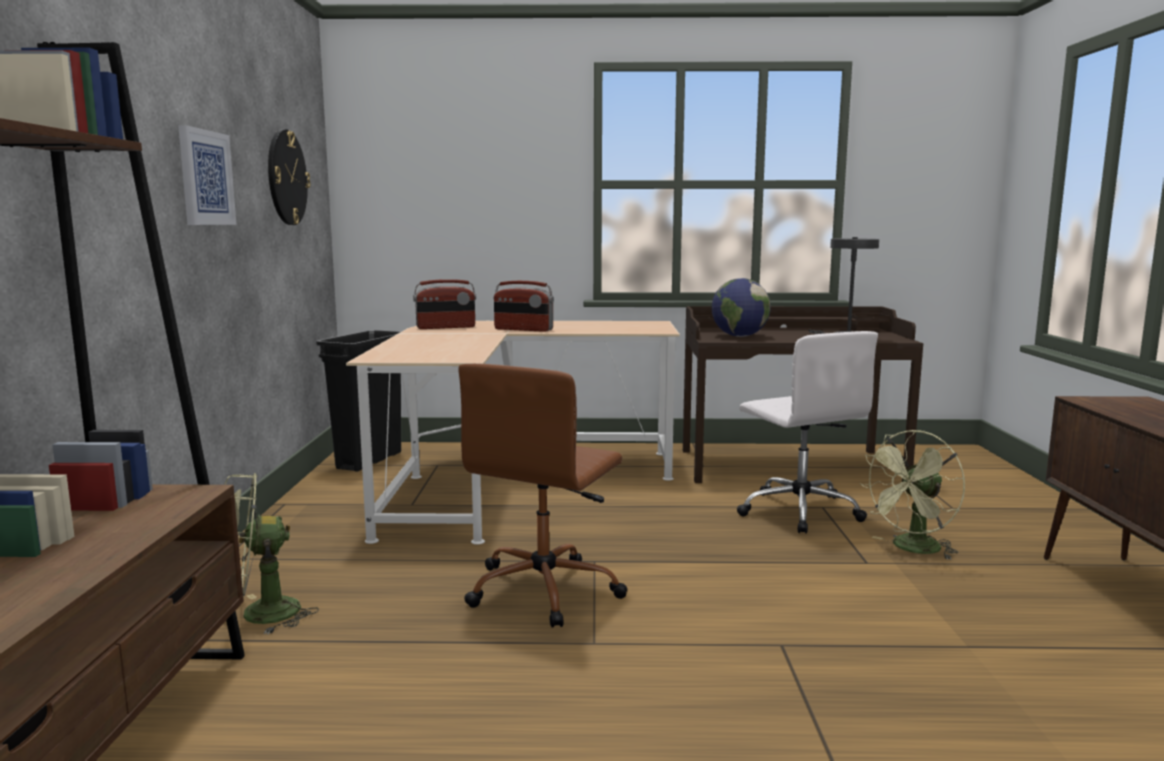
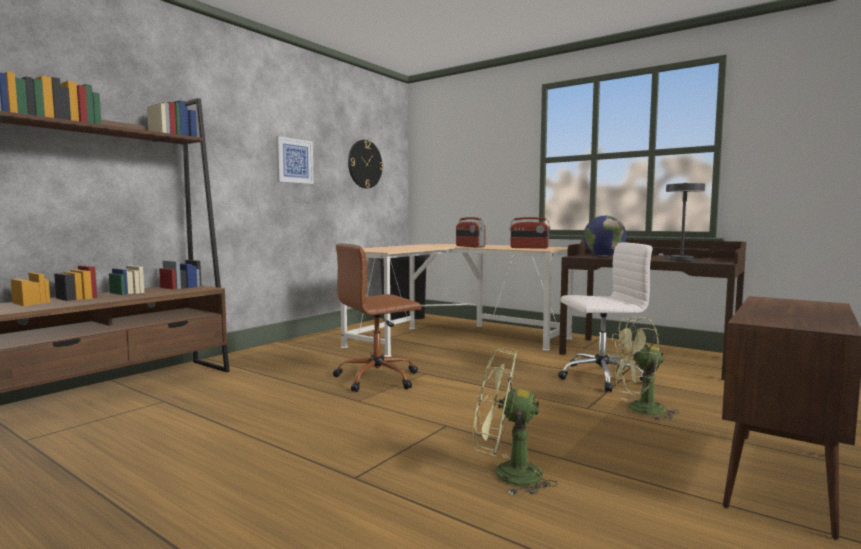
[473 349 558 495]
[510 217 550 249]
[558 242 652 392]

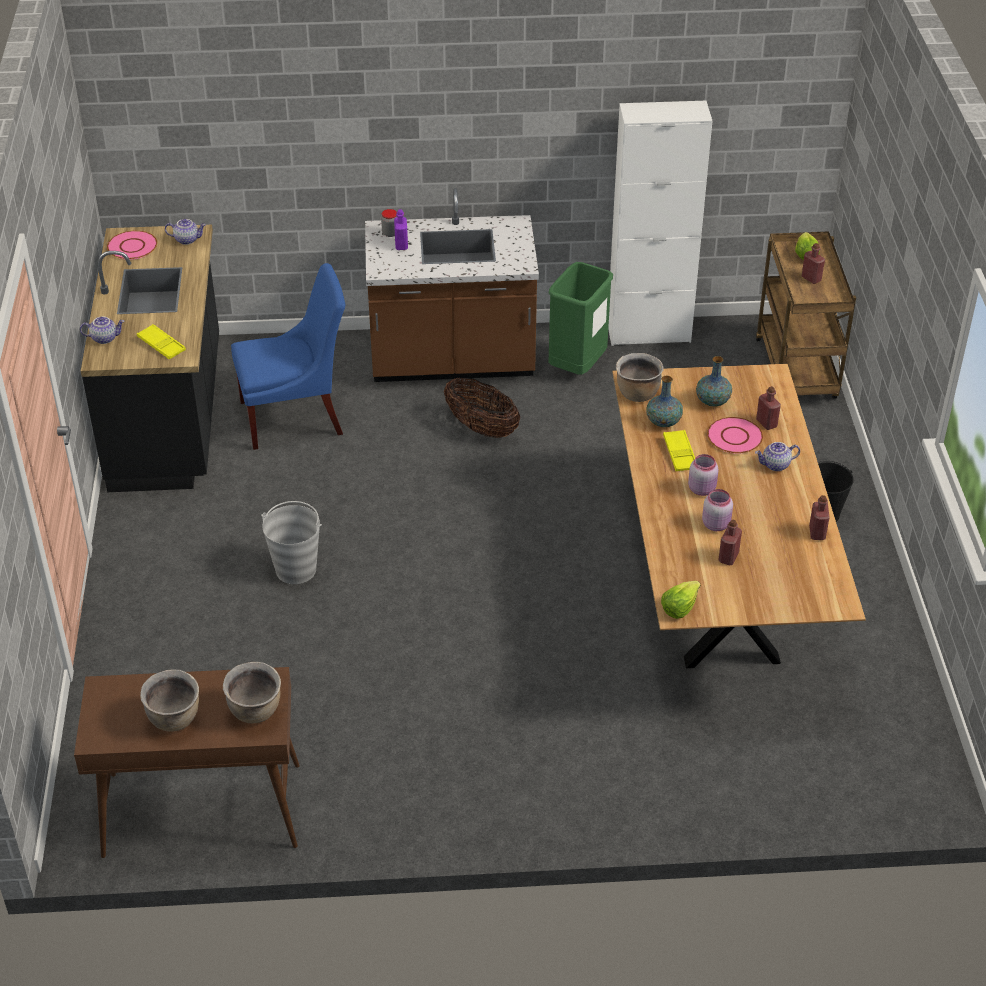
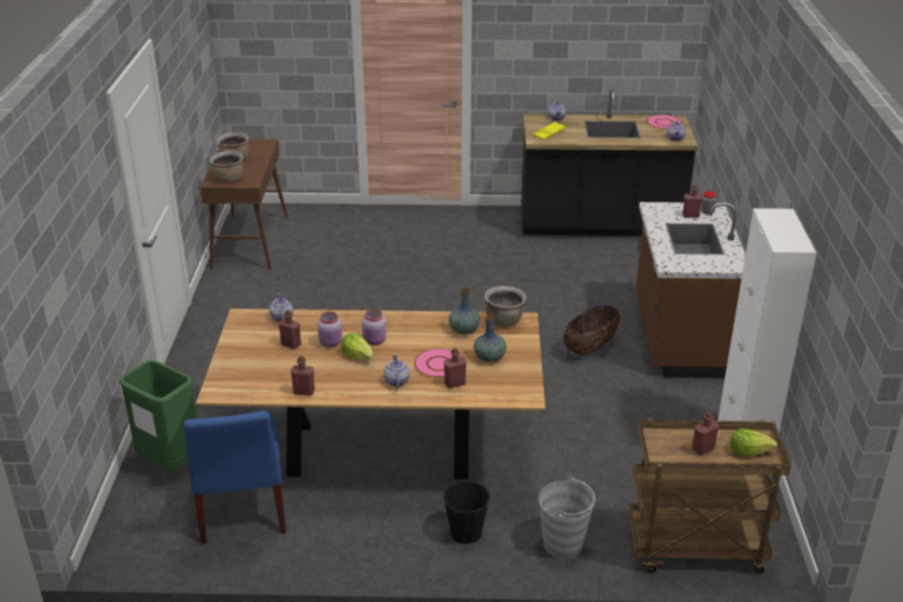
[119 360 197 471]
[183 411 286 544]
[269 293 293 322]
[341 333 374 360]
[539 475 595 558]
[682 184 703 218]
[663 430 695 471] (first image)

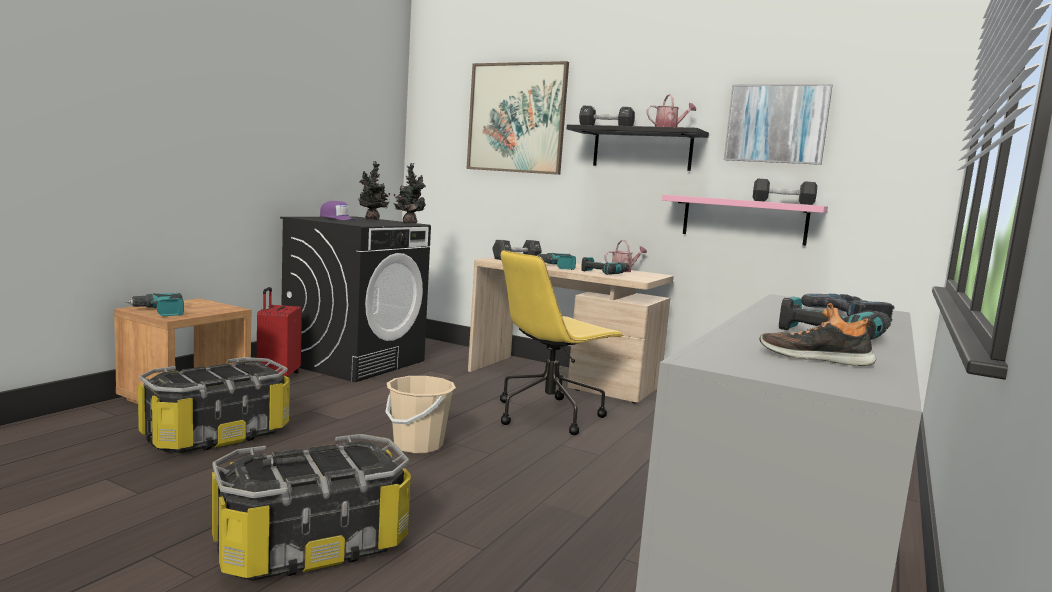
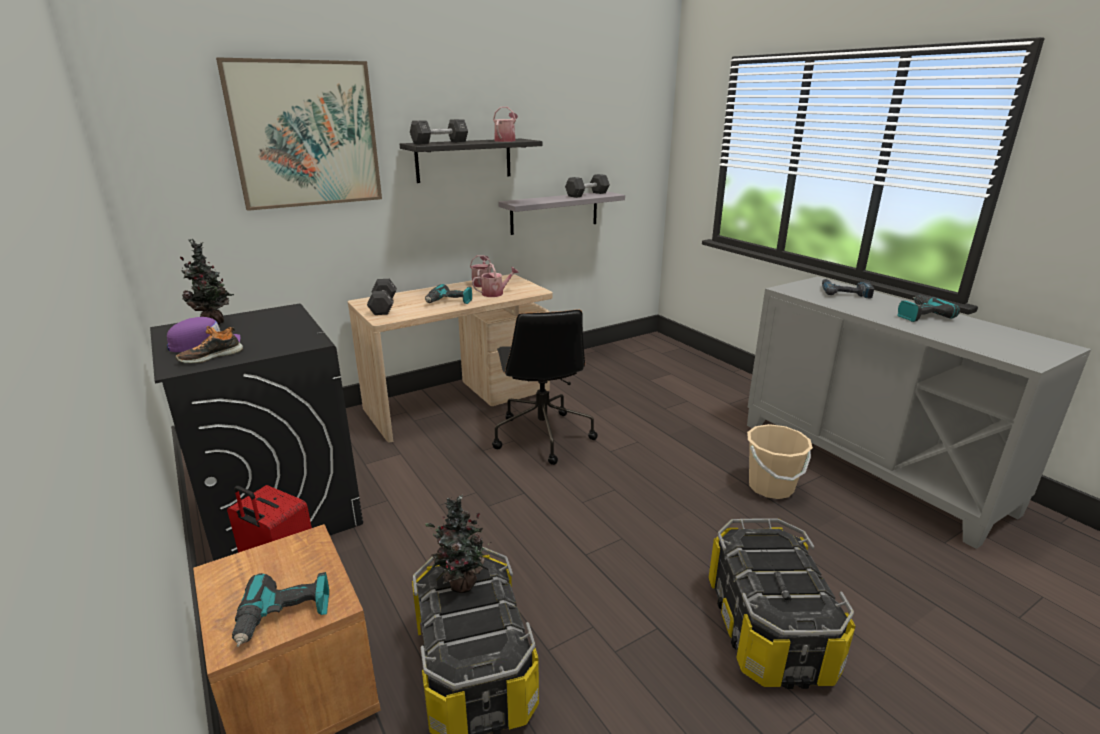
[176 326 243 363]
[425 494 491 593]
[472 263 519 297]
[492 309 598 465]
[498 191 625 235]
[747 424 813 499]
[724 84 833 165] (first image)

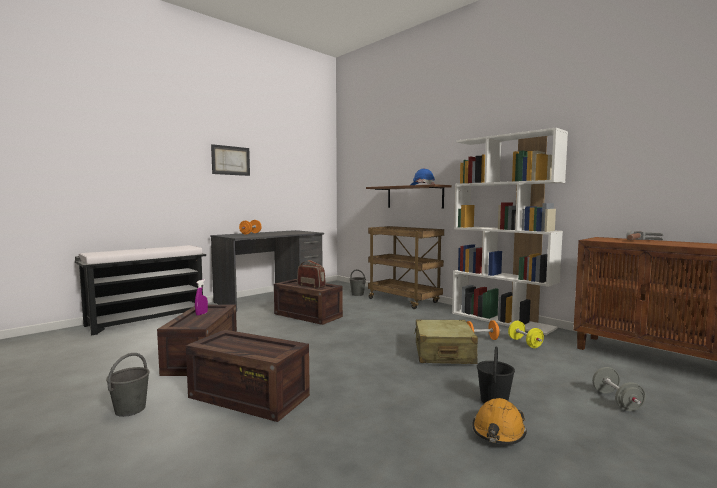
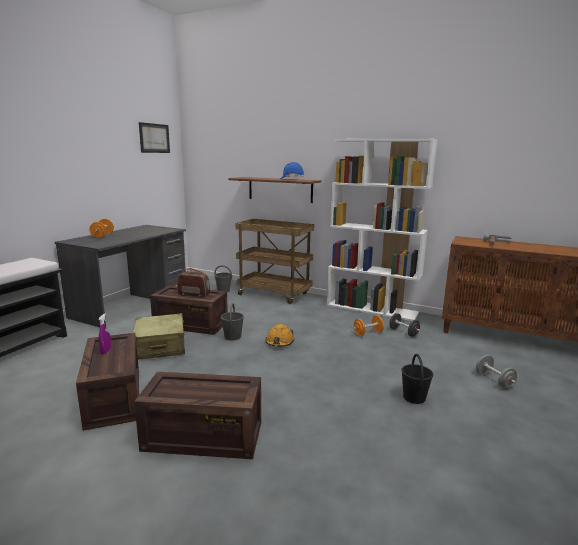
[132 313 185 360]
[139 122 170 153]
[221 303 244 340]
[266 324 294 347]
[389 313 420 337]

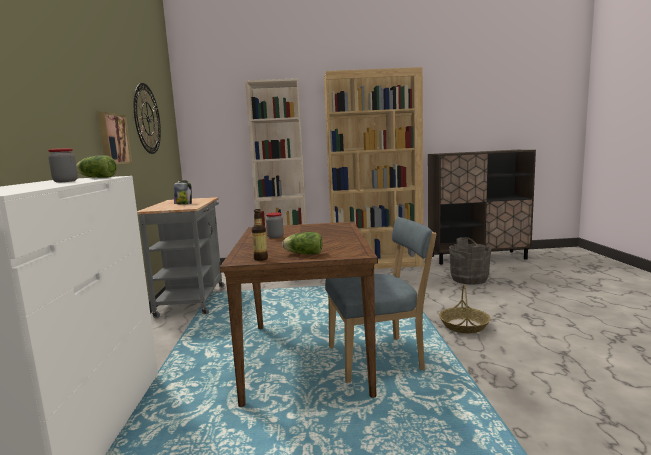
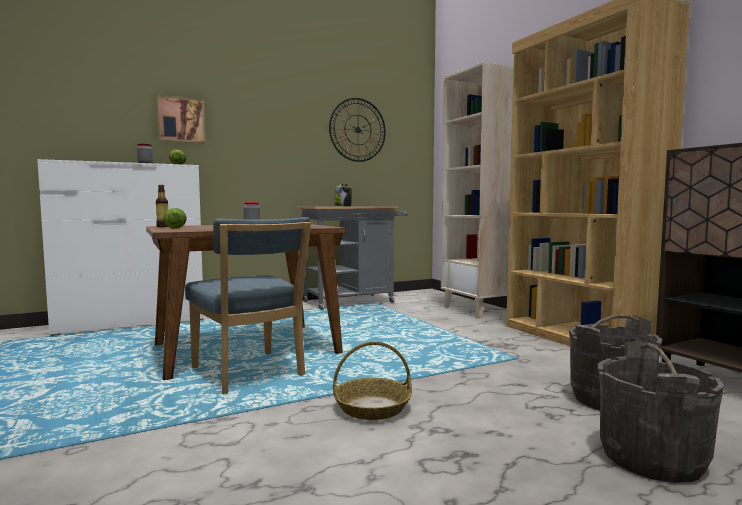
[157 95 206 143]
[597 341 724 483]

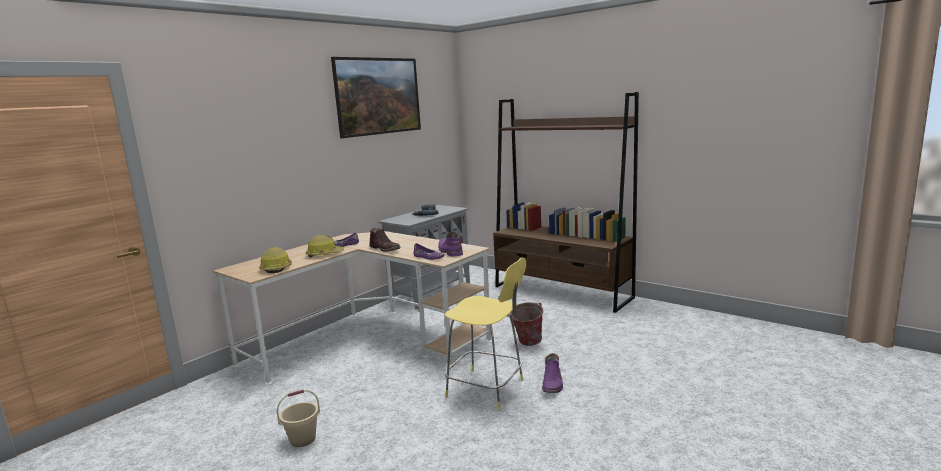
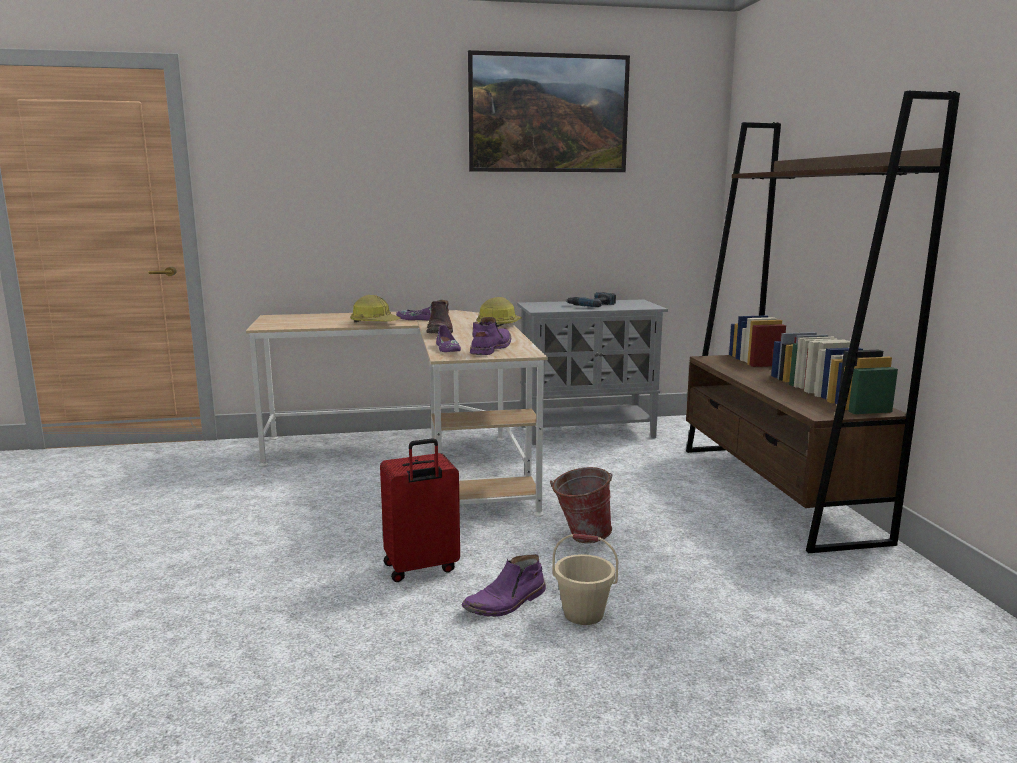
[380 438 460 582]
[477 297 522 327]
[552 534 618 625]

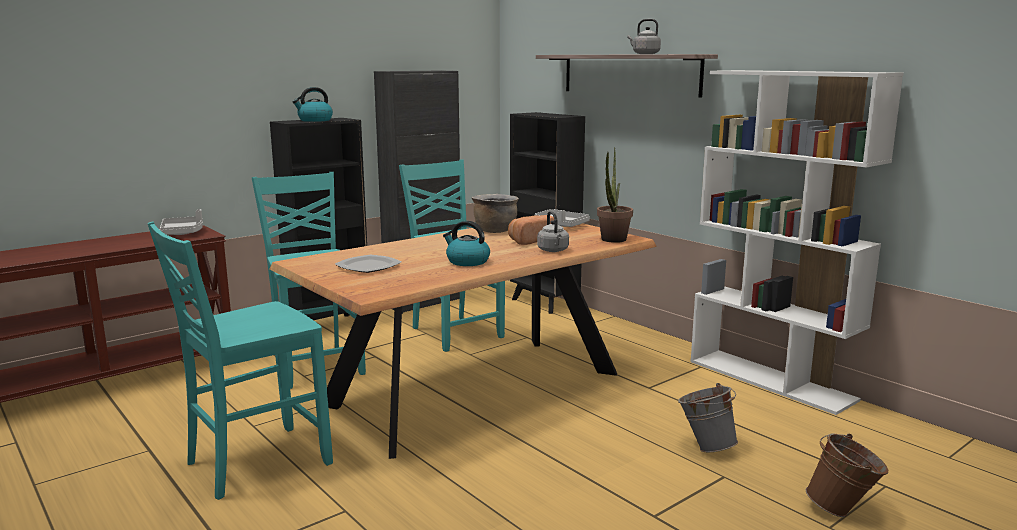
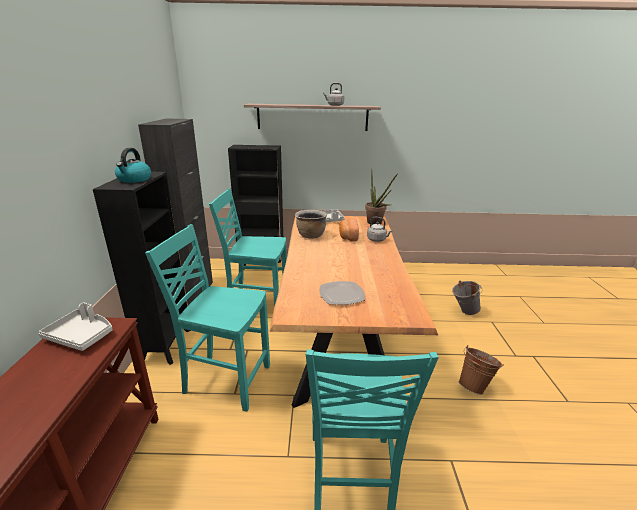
[459 345 504 395]
[443 221 490 266] (first image)
[690 70 903 415] (first image)

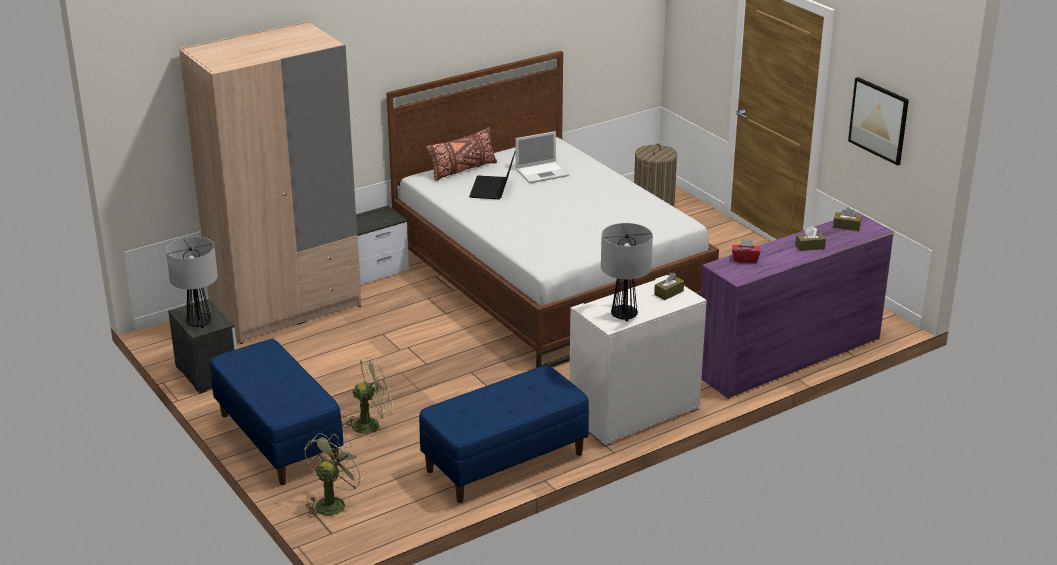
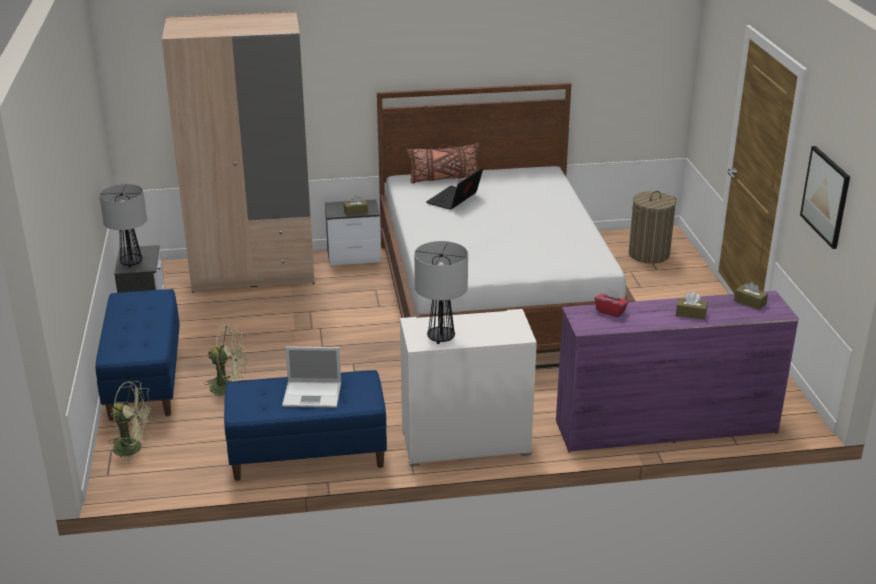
[108 381 155 464]
[282 346 341 408]
[344 195 368 215]

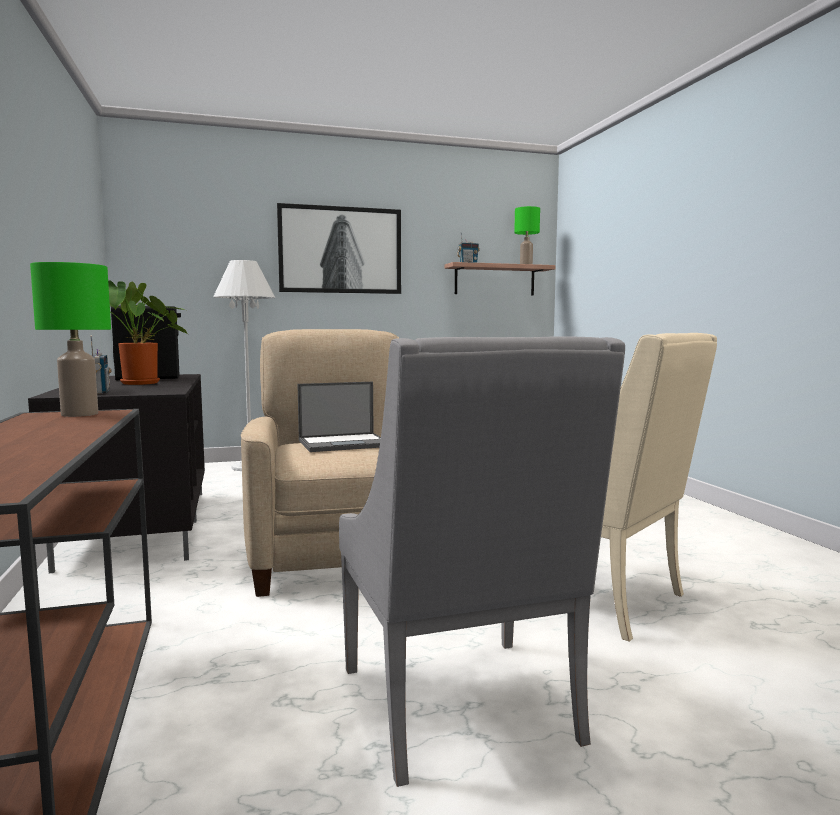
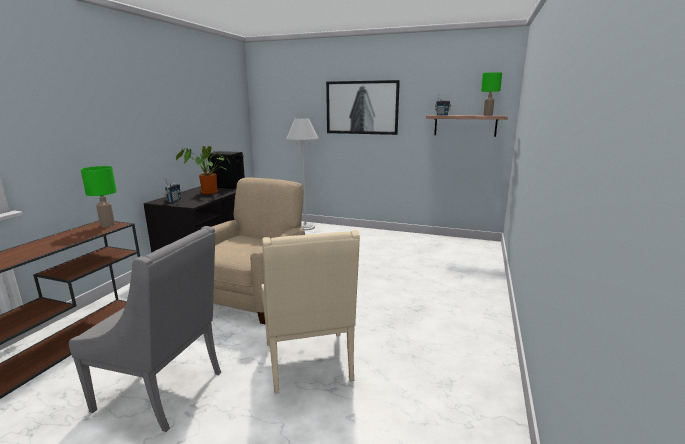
[69 226 221 432]
[297 382 381 452] (first image)

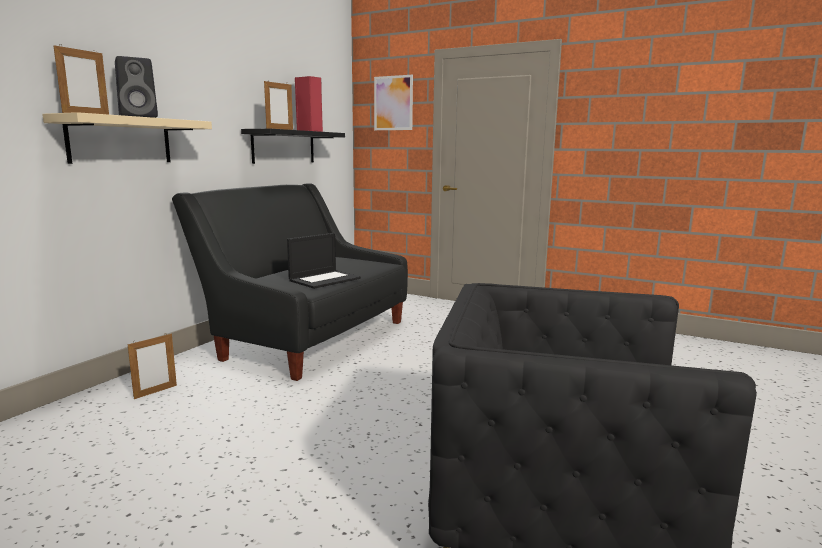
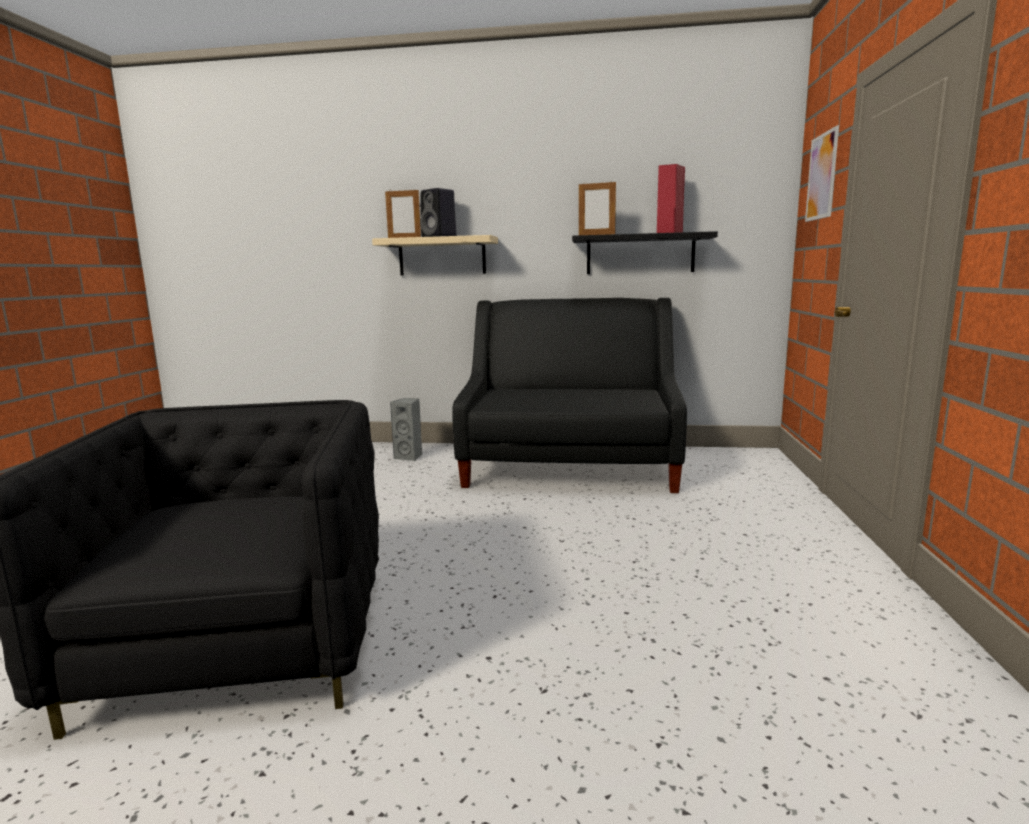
[390 398 422 461]
[287 233 361 289] (first image)

